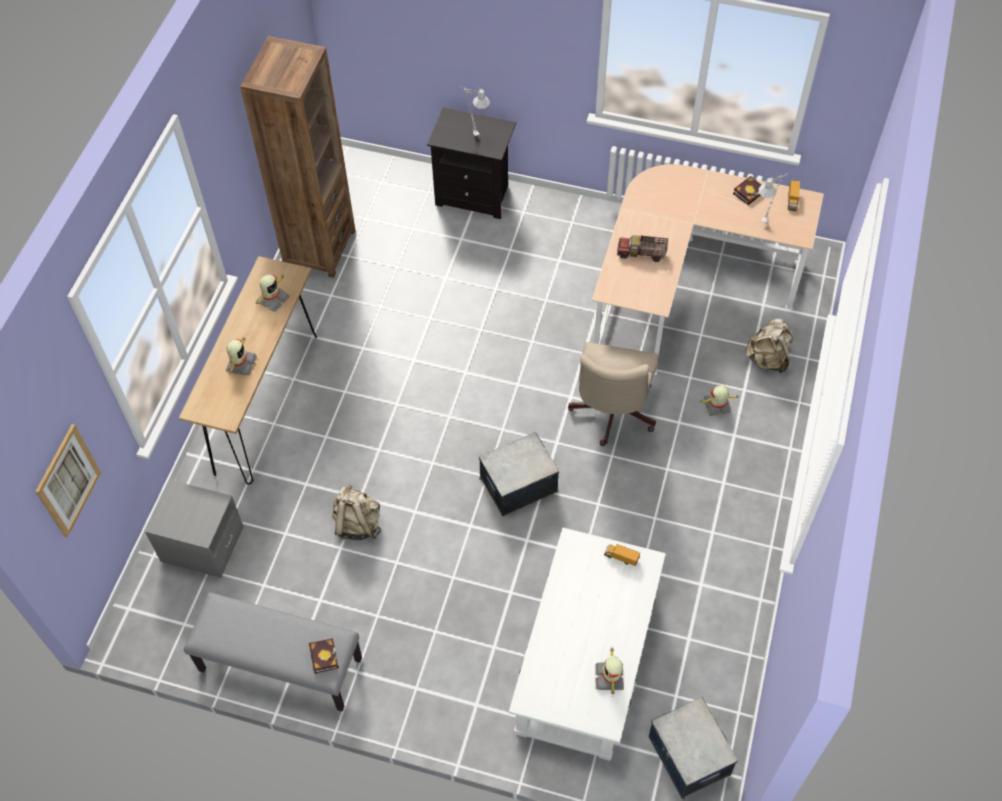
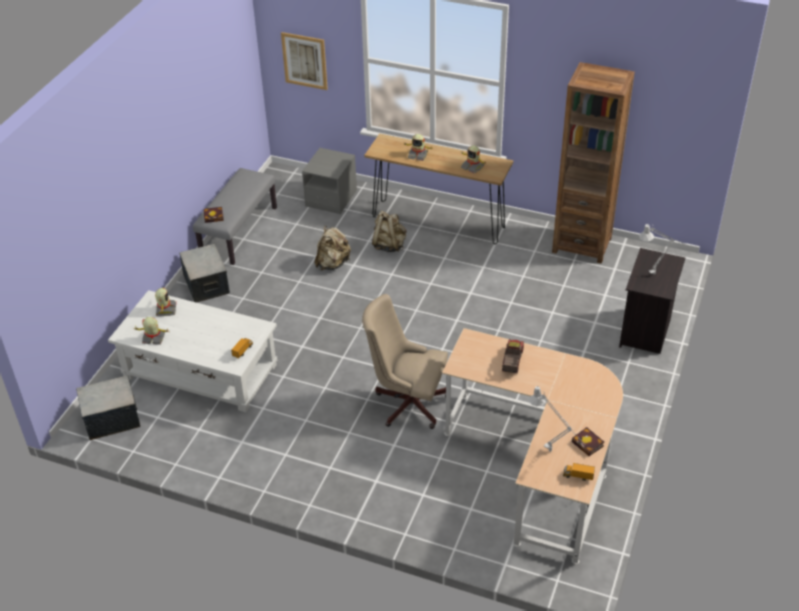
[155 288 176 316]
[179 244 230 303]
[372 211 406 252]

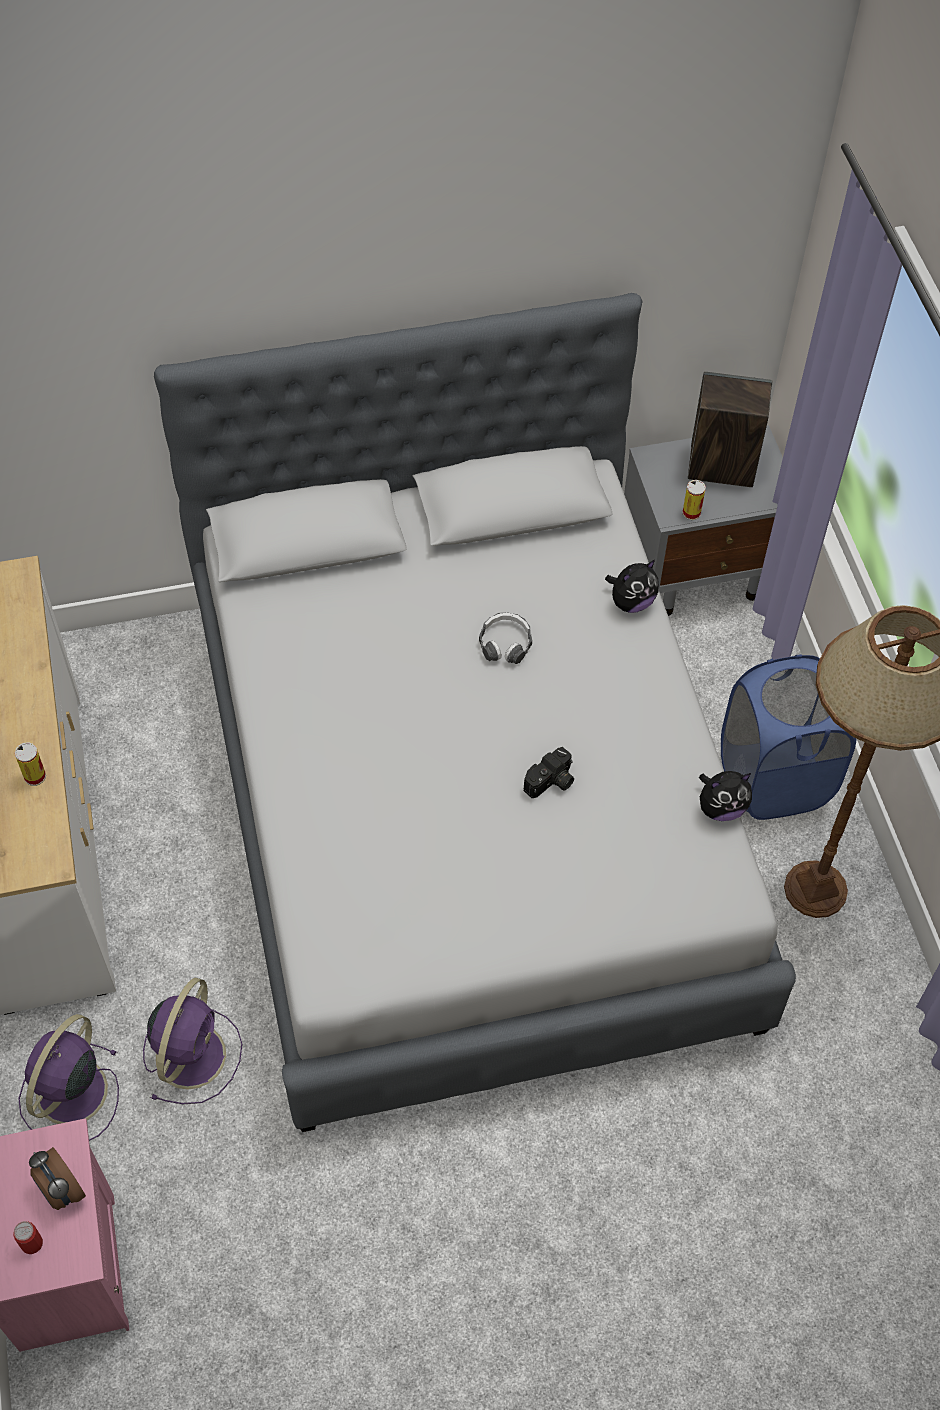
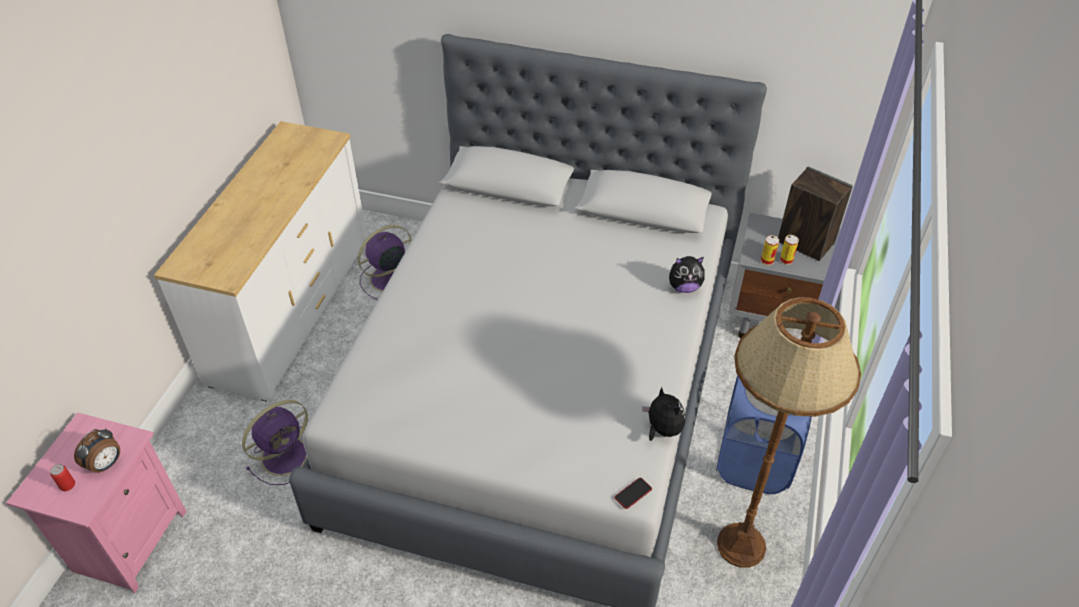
[74 428 120 473]
[358 225 412 300]
[615 478 652 509]
[643 387 685 441]
[780 235 799 265]
[479 613 532 664] (first image)
[524 747 574 798] (first image)

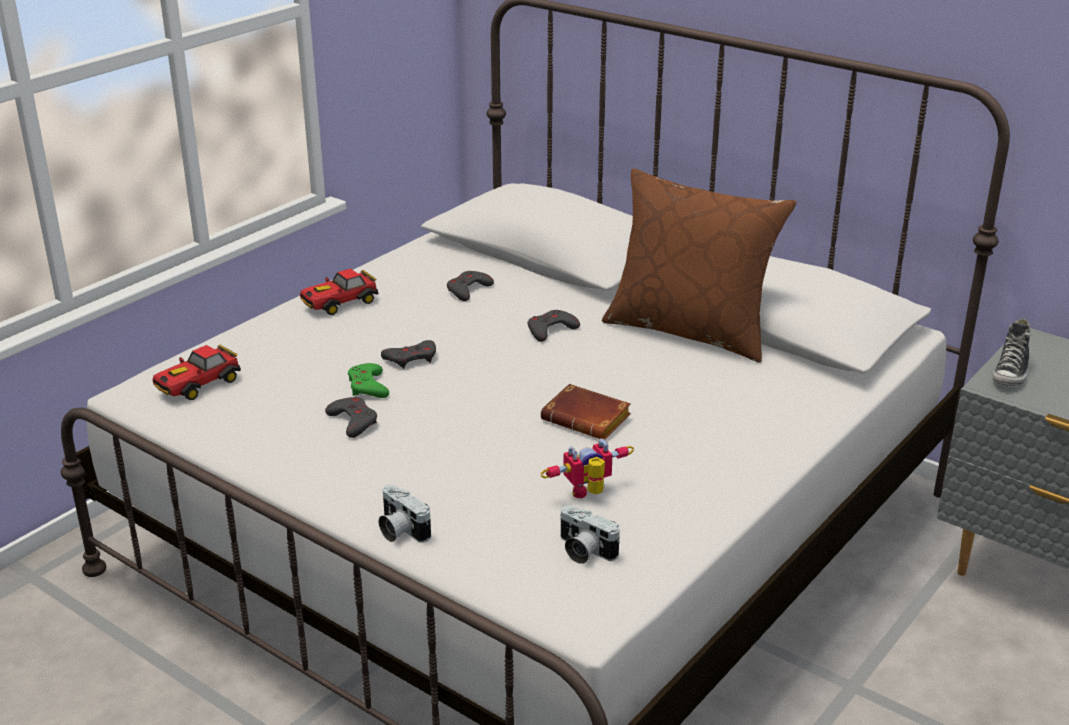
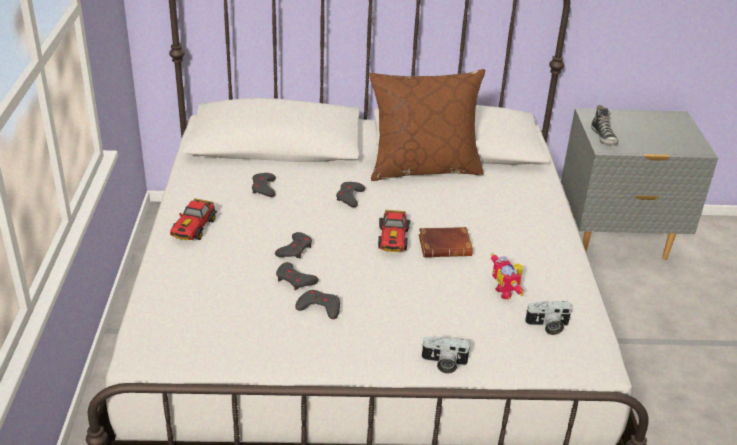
[276 262 318 290]
[378 210 410 252]
[491 253 524 299]

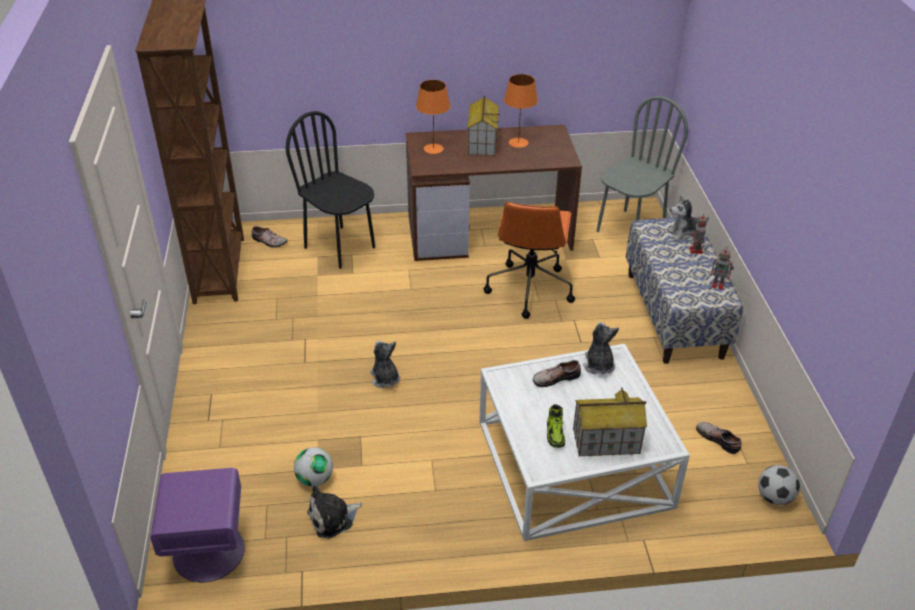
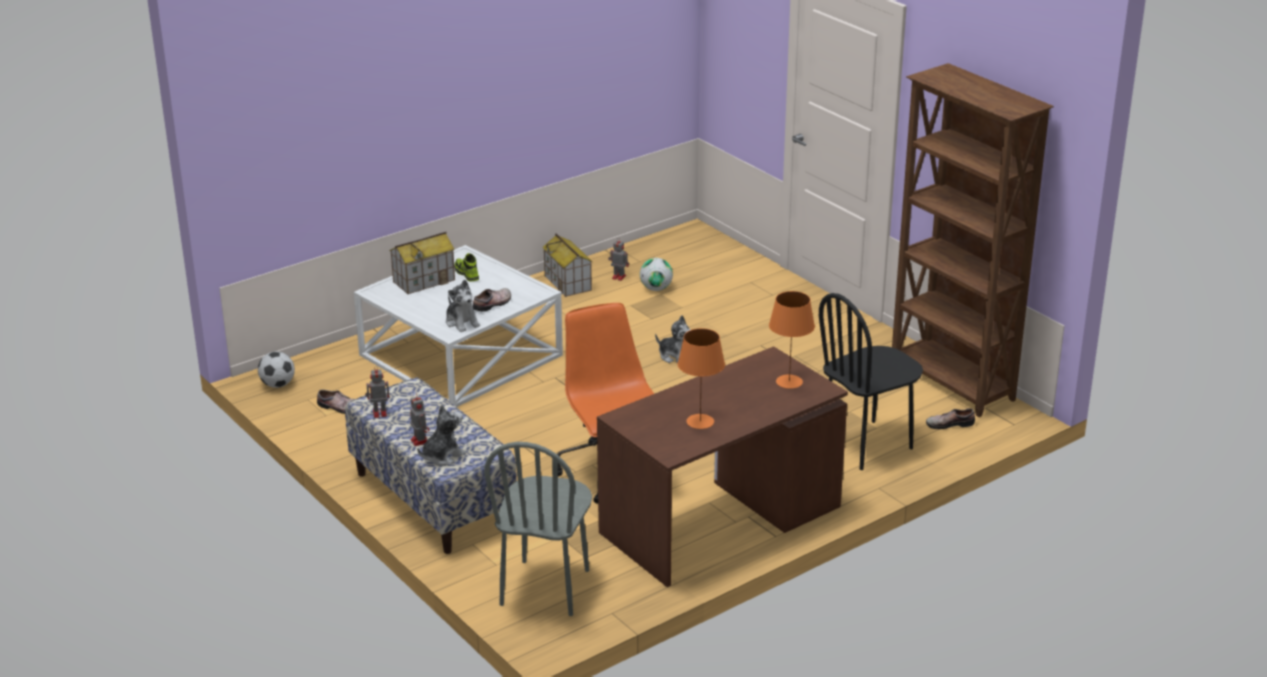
[542 234 593 297]
[608 238 629 281]
[819 293 923 470]
[150 468 245 582] (first image)

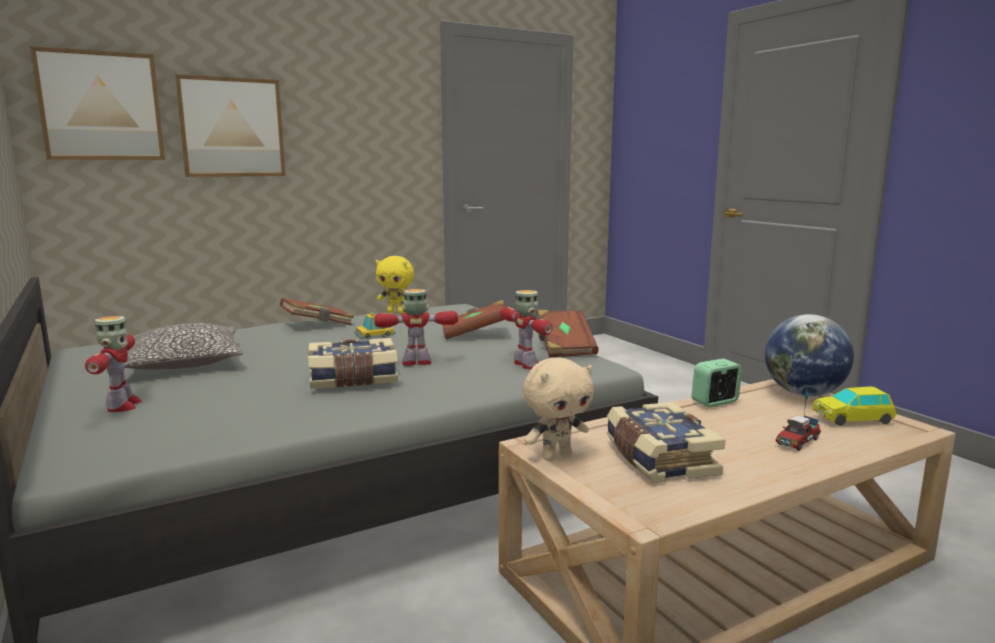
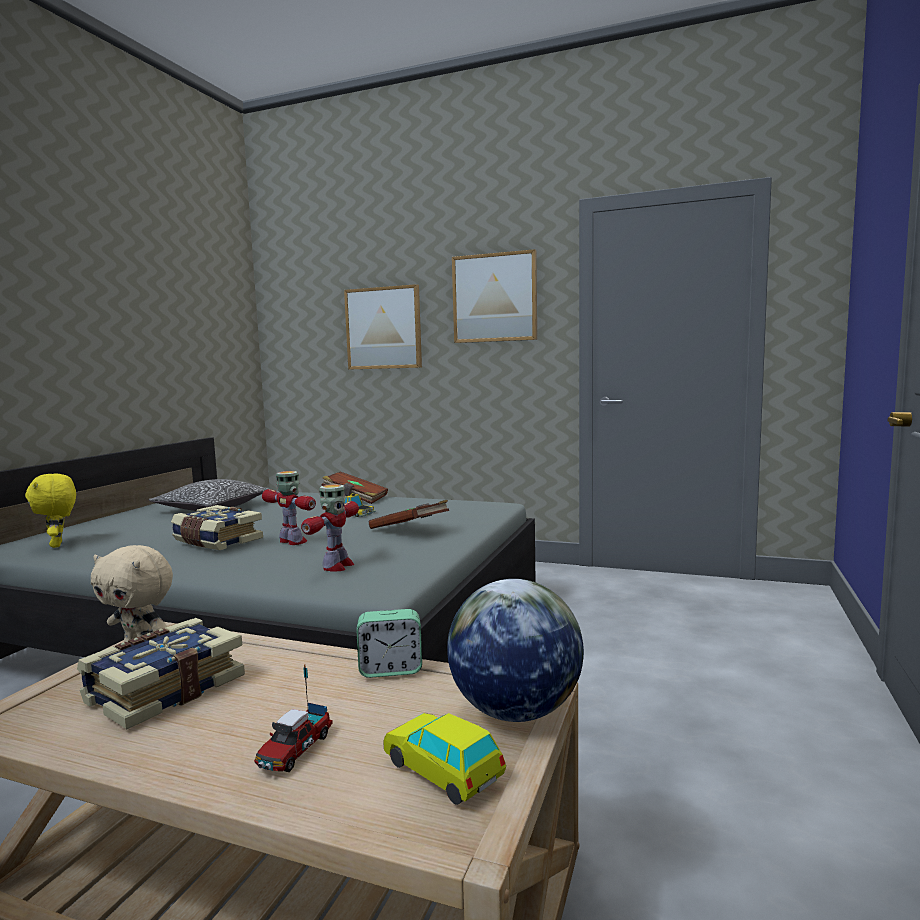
[25 473 76 548]
[254 664 333 772]
[357 609 422 678]
[452 249 537 343]
[85 316 142 412] (first image)
[538 310 599 357] (first image)

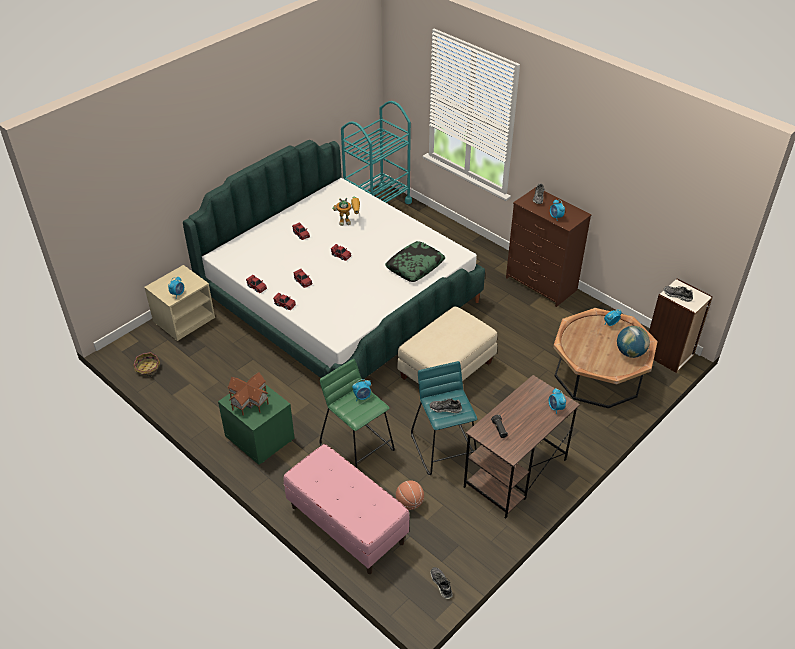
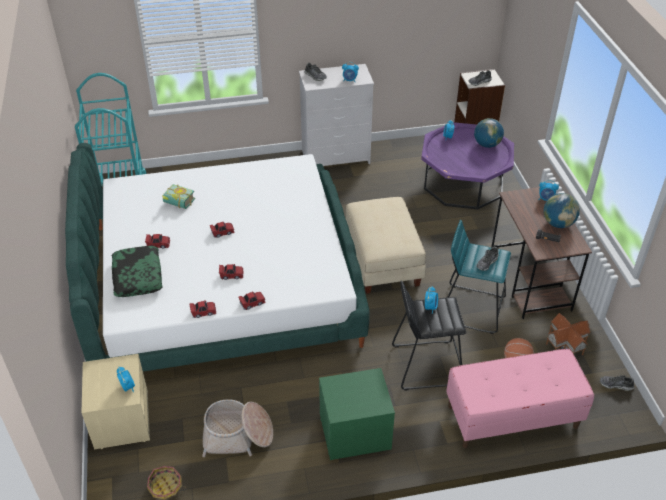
[112 246 163 297]
[162 184 195 209]
[202 399 273 457]
[299 64 374 166]
[392 281 466 391]
[421 122 514 210]
[543 193 580 228]
[546 313 591 355]

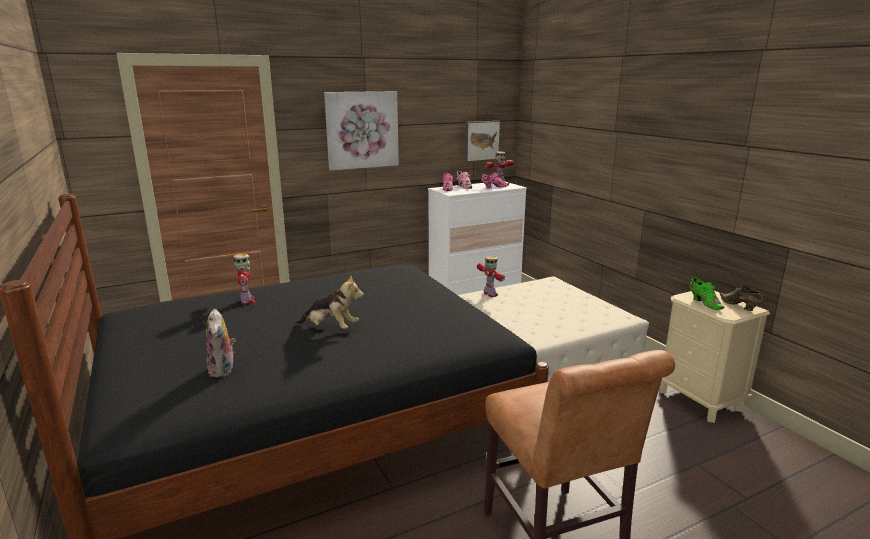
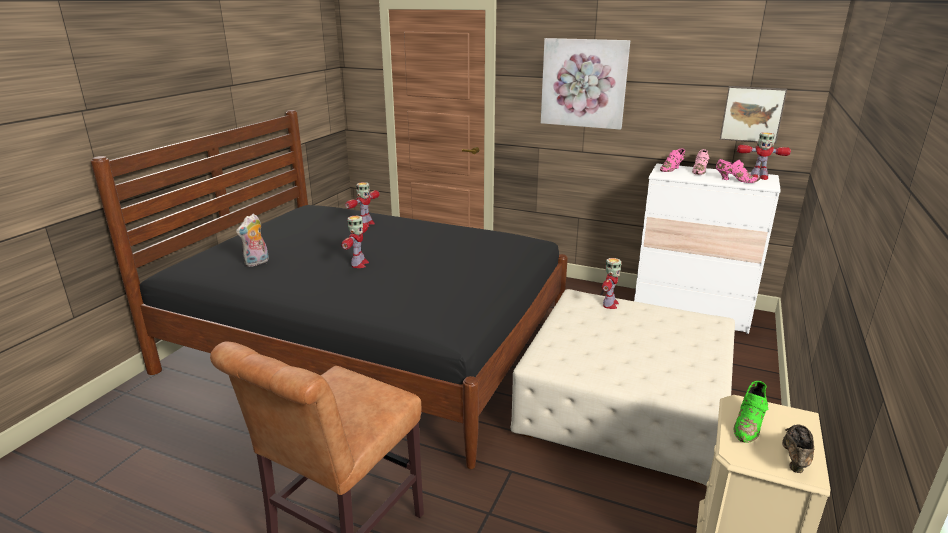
[341 216 369 268]

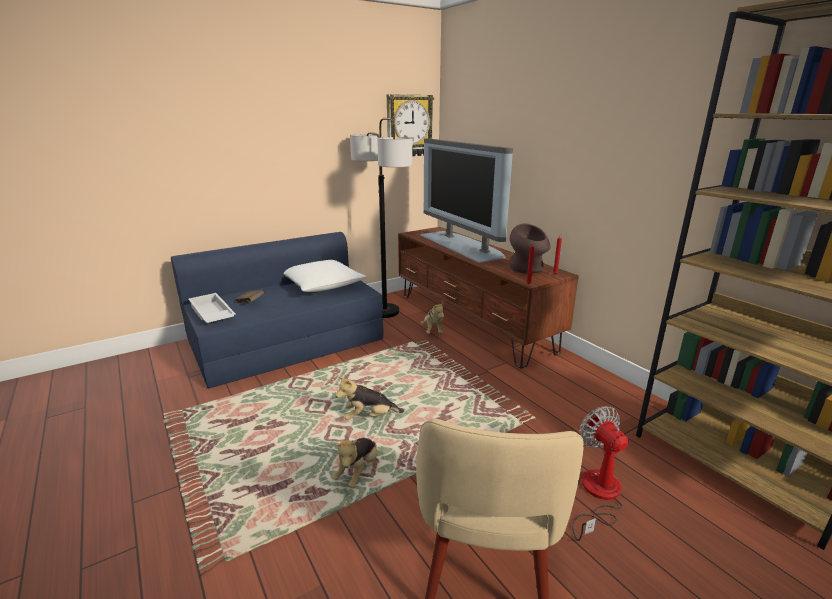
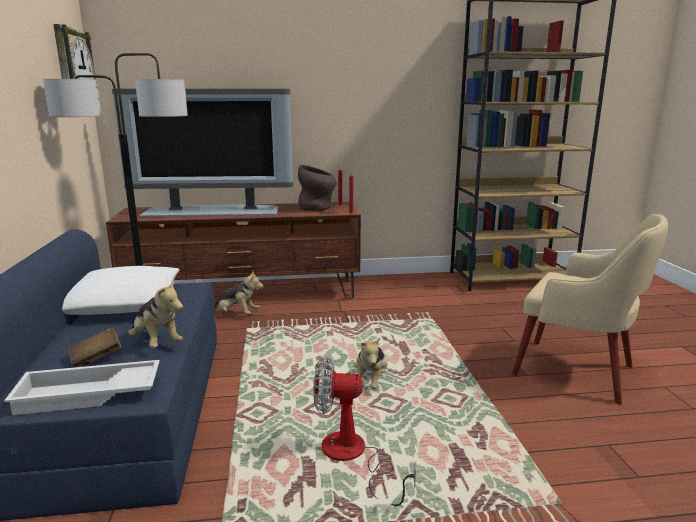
[128 279 183 348]
[314 357 416 506]

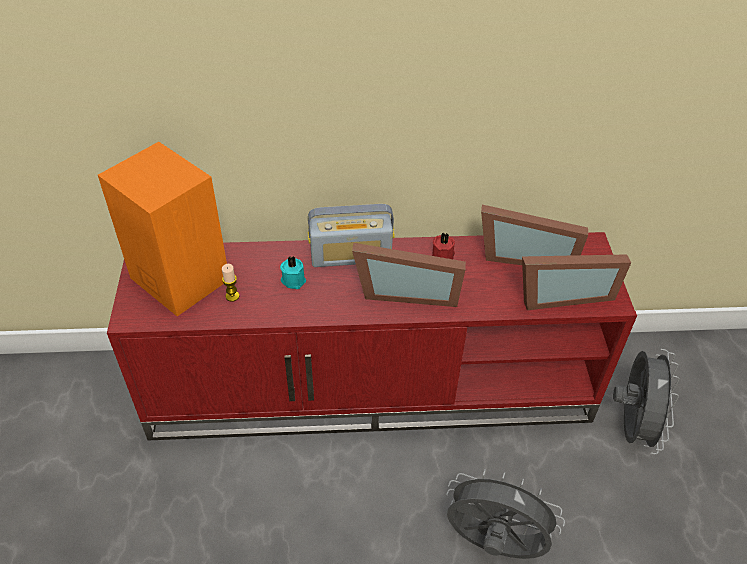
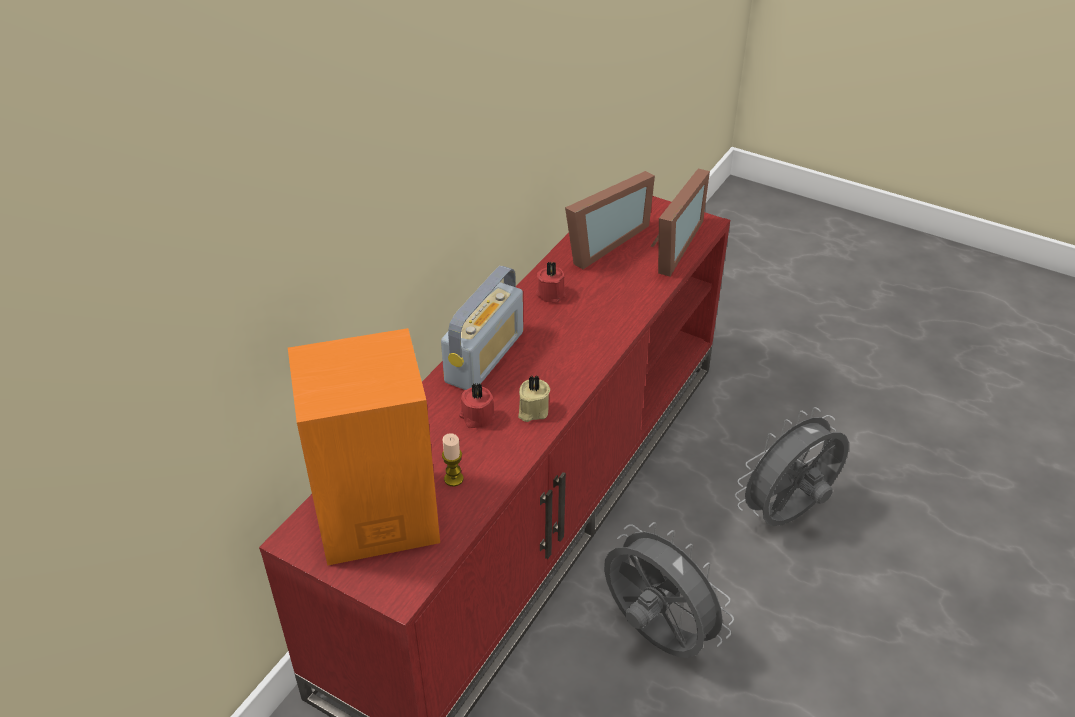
[459 383 495 428]
[518 375 550 422]
[604 522 734 658]
[352 243 466 307] (first image)

